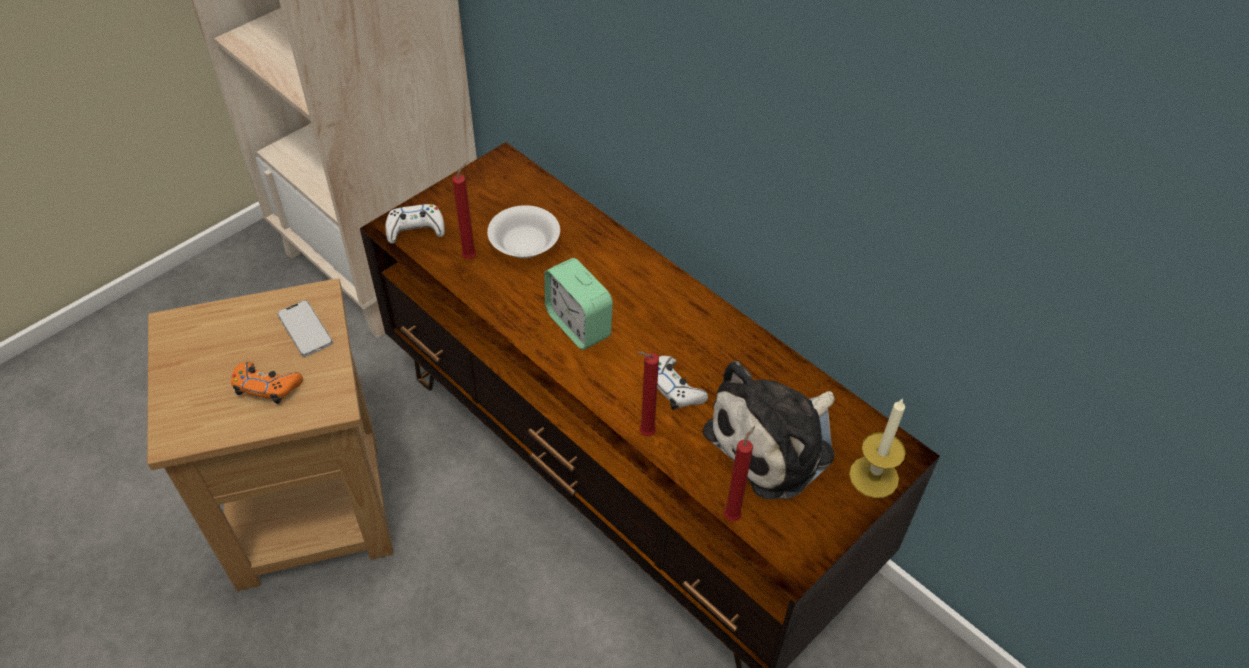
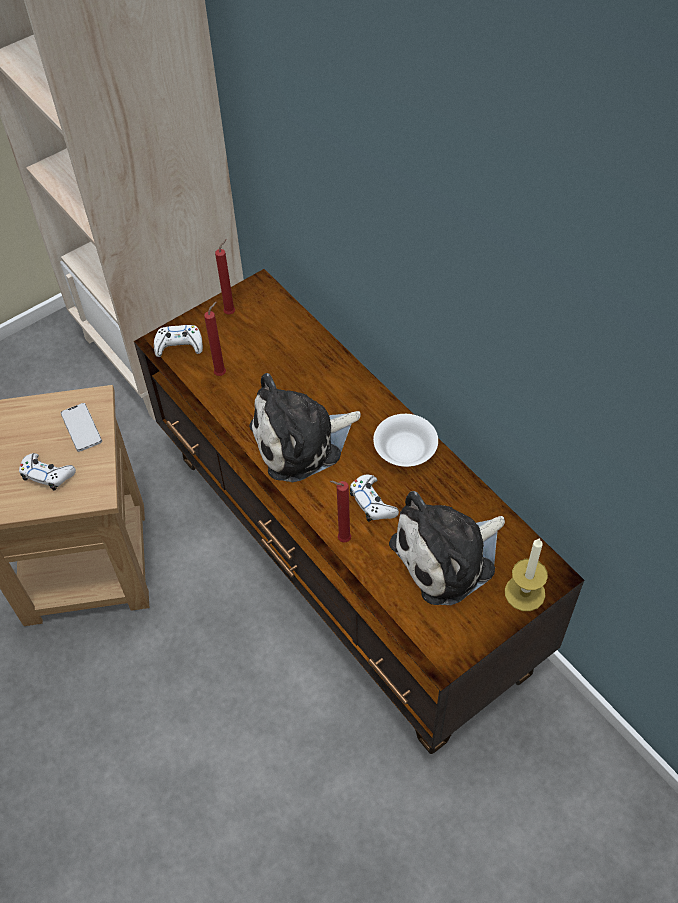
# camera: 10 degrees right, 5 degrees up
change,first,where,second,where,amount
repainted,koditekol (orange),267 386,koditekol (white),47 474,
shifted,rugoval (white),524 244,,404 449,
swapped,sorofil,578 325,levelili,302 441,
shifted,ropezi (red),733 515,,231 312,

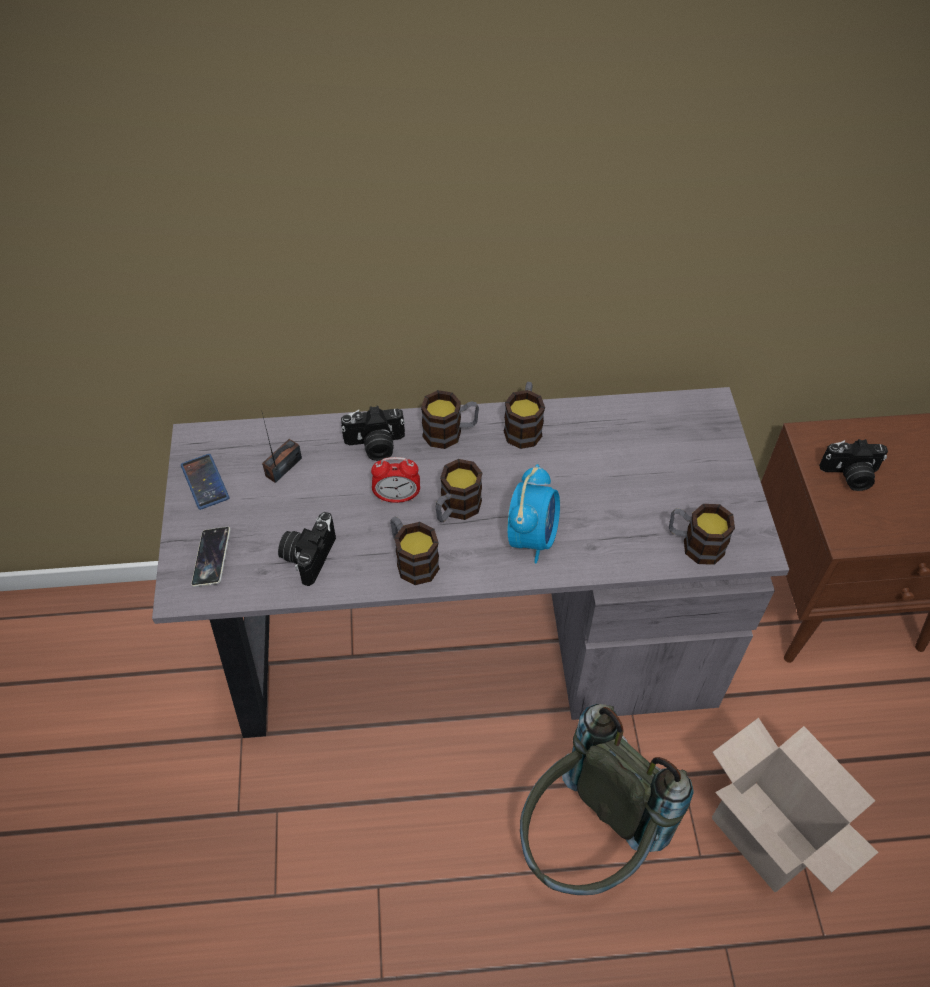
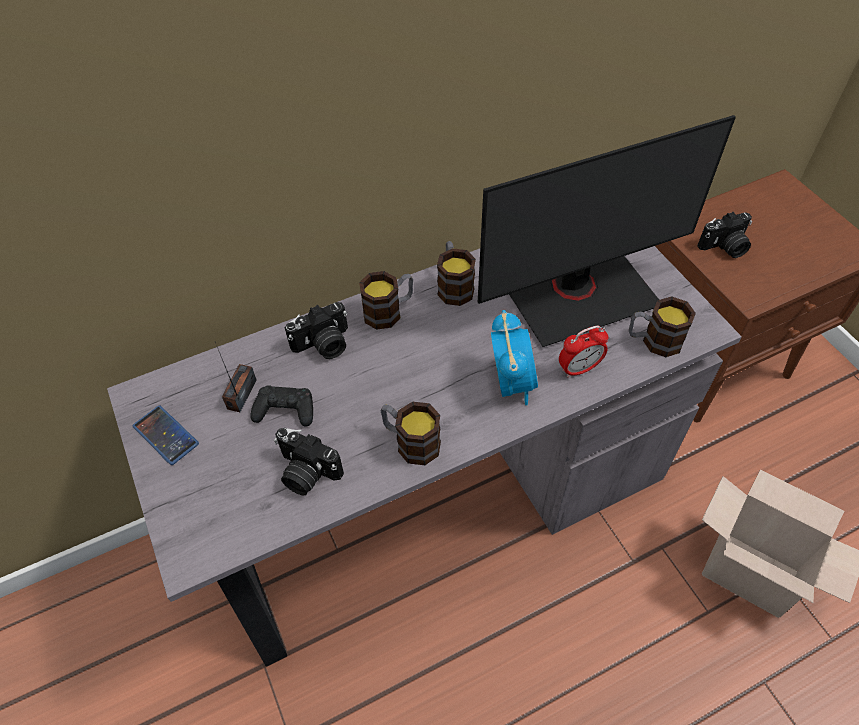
# camera: 20 degrees left, 0 degrees up
change,first,where,second,where,amount
gone,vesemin,212 559,,,
rotated,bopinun,308 555,,306 473,60 degrees counterclockwise
shifted,sorofil,397 497,,579 368,
gone,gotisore,456 509,,,
gone,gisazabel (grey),585 843,,,
new,,,koditekol (black),285 410,
new,,,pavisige,578 294,

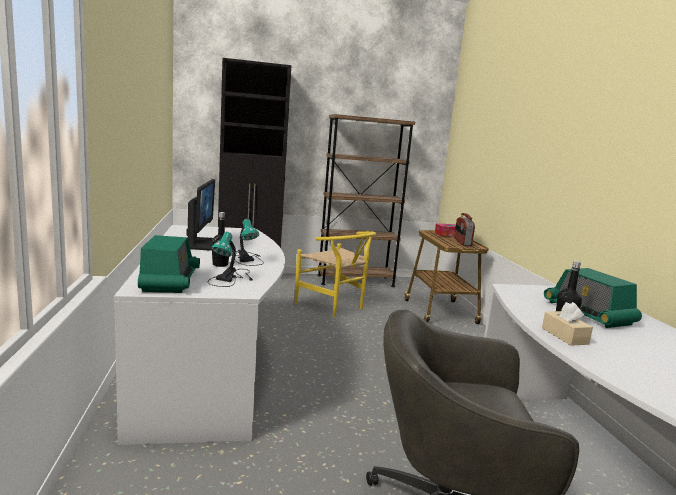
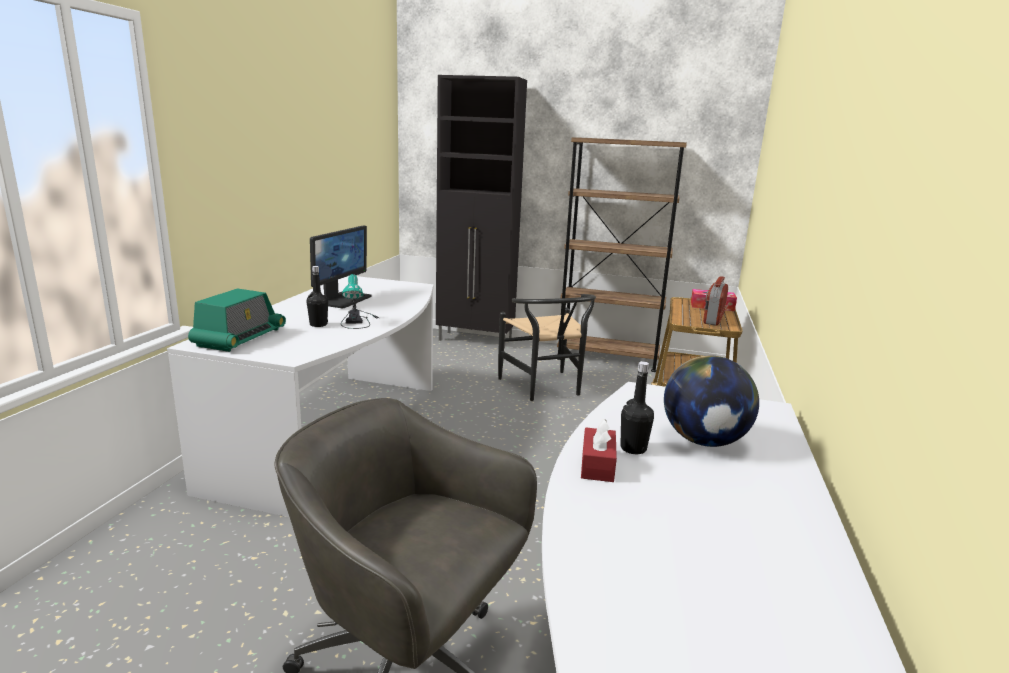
# camera: 25 degrees right, 5 degrees up
change,first,where,second,where,amount
gone,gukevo,231 278,,,
repainted,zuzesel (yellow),335 307,zuzesel (black),545 388,
repainted,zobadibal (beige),564 336,zobadibal (red),597 465,
swapped,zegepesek,588 313,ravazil,704 441,

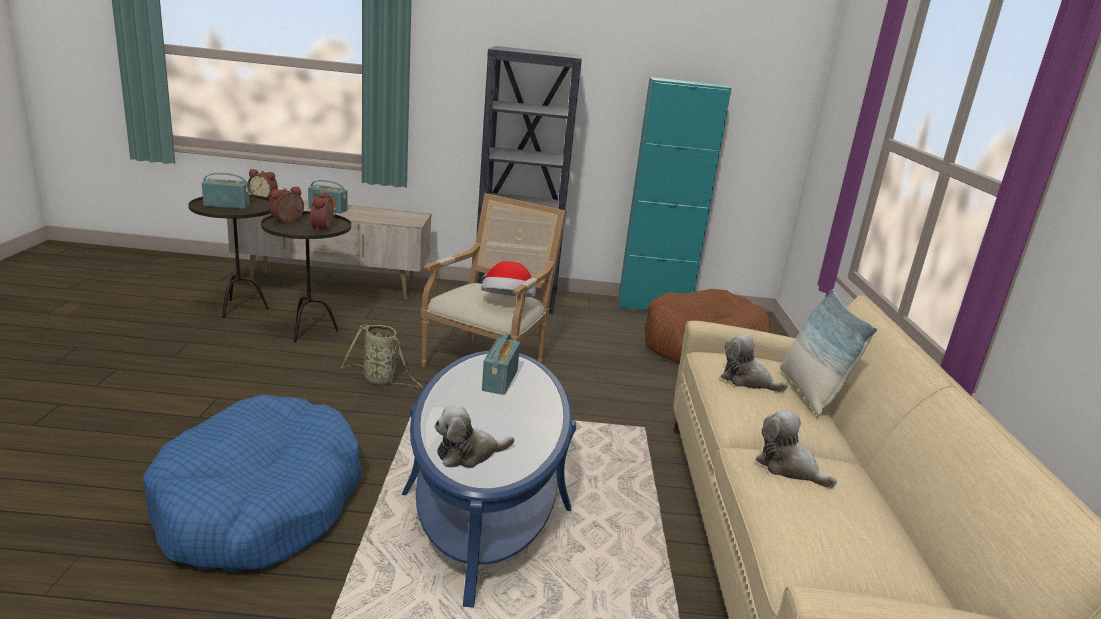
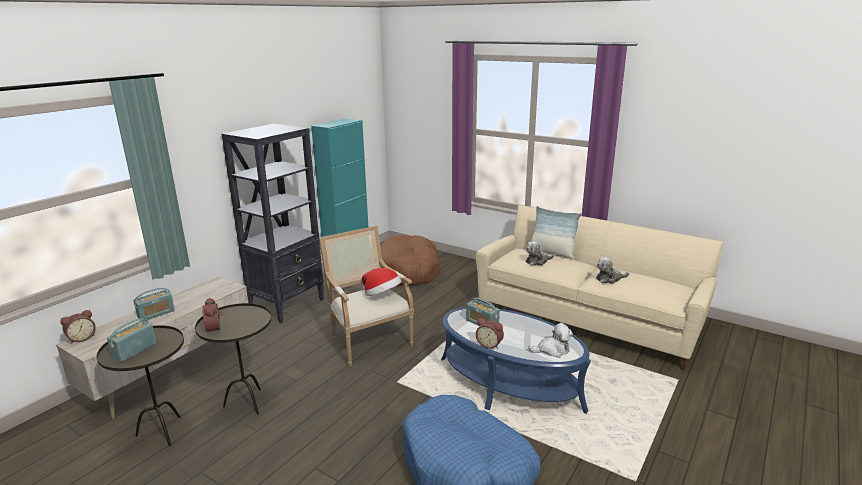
# camera: 55 degrees left, 0 degrees up
change,first,where,second,where,amount
shifted,sorofil,324 228,,490 344,
gone,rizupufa,381 380,,,
rotated,levelili,468 454,,552 350,105 degrees counterclockwise

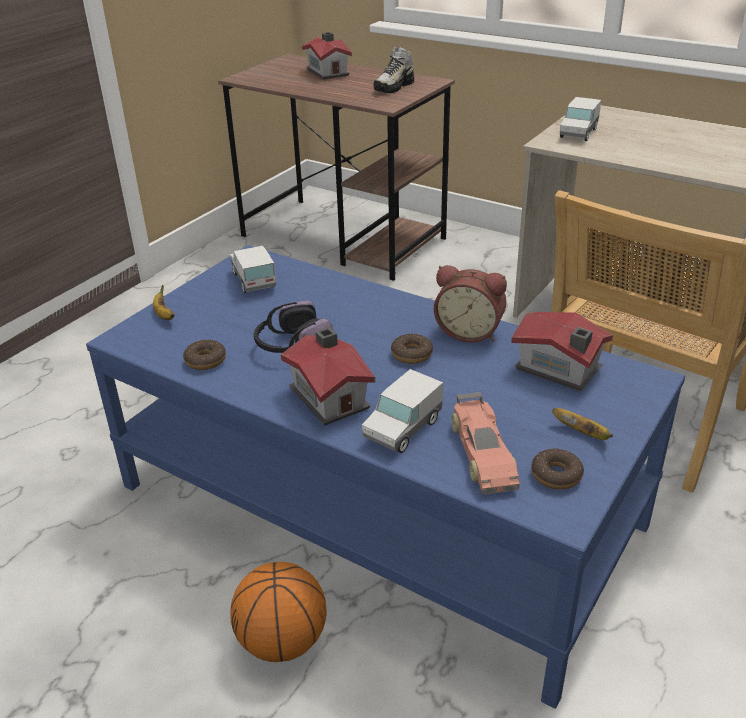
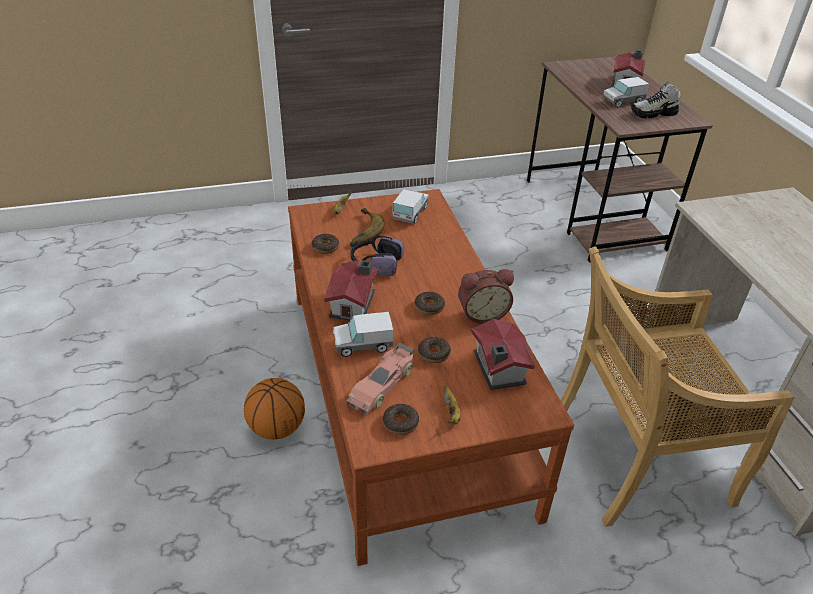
# camera: 40 degrees right, 5 degrees up
change,first,where,second,where,amount
repainted,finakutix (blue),378 506,finakutix (brown),403 395,
rotated,sorofil,469 332,,482 314,75 degrees counterclockwise
shifted,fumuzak,578 133,,623 101,
new,,,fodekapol,361 231,
new,,,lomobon,434 353,

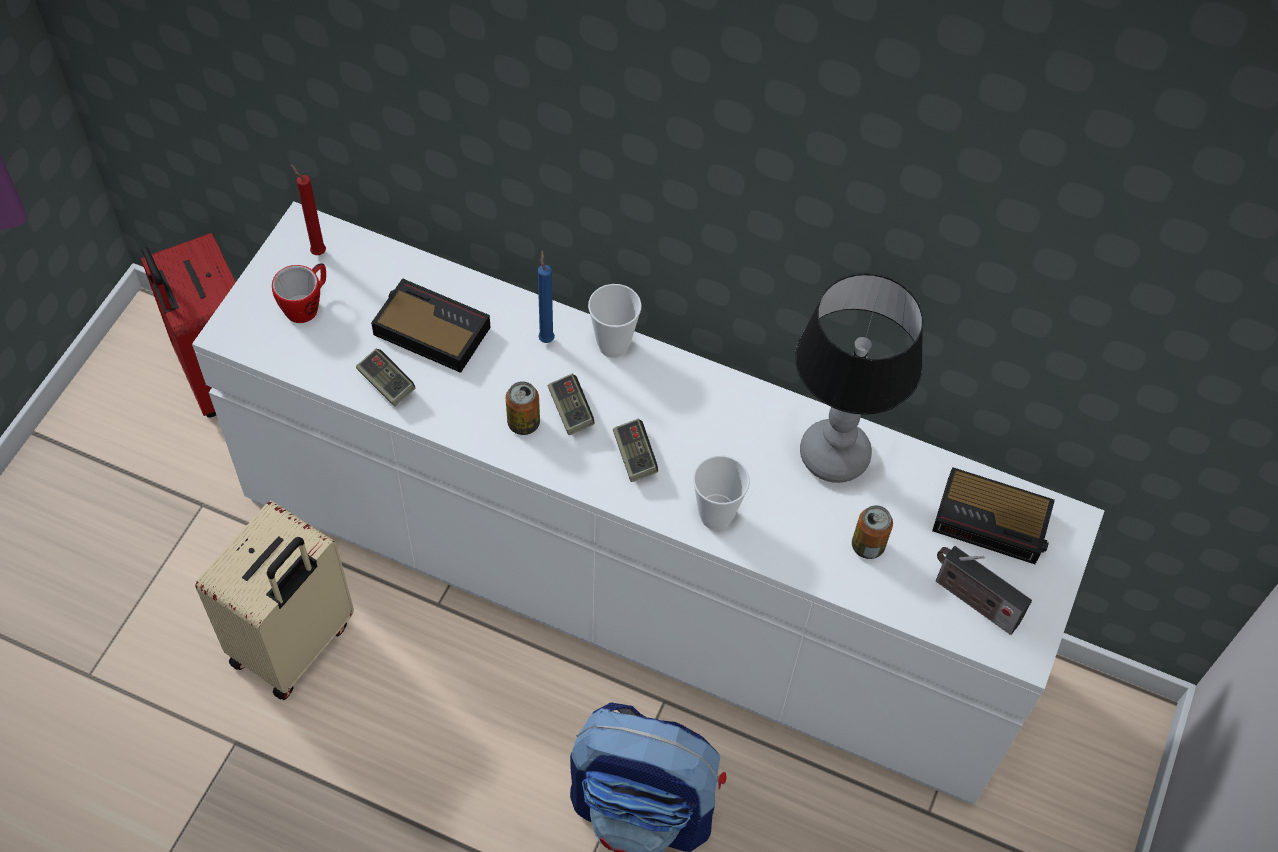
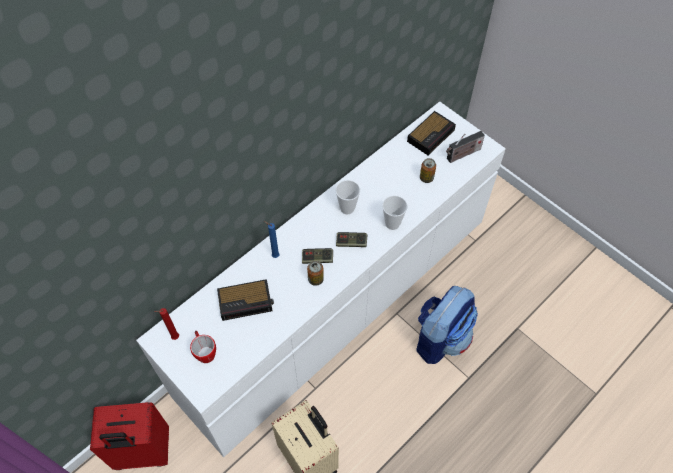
# camera: 65 degrees left, 0 degrees up
change,first,where,second,where,amount
gone,koditekol,386 384,,,
rotated,sorofil,429 330,,246 302,150 degrees counterclockwise
shifted,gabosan,613 345,,347 208,
gone,gukevo,833 456,,,

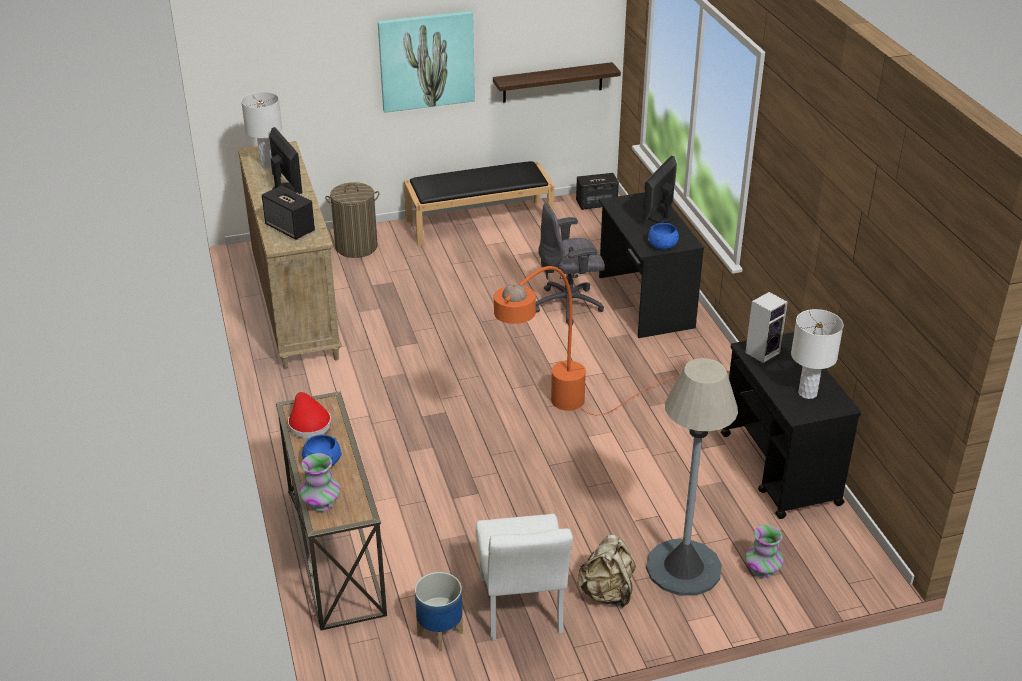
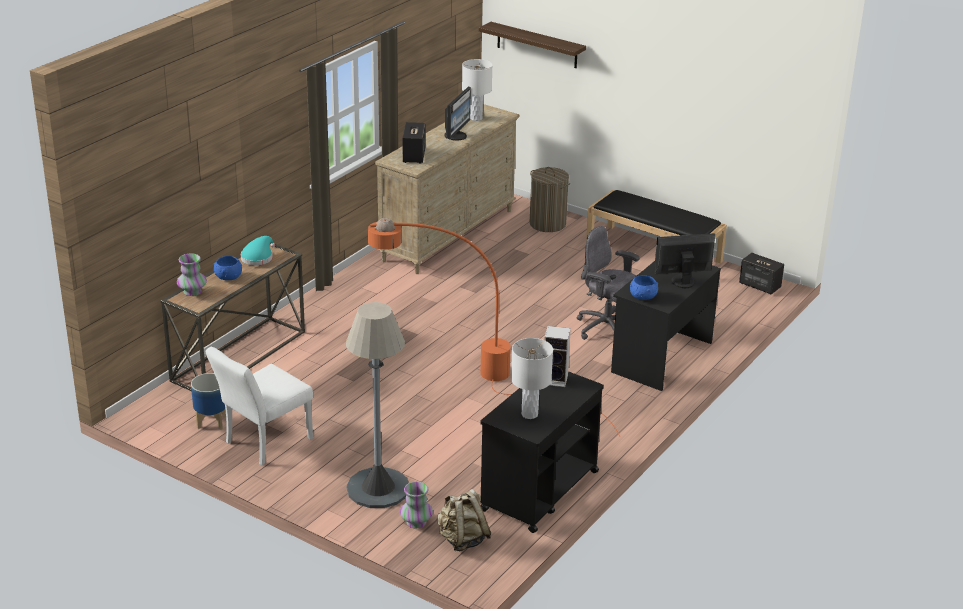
# camera: 50 degrees right, 5 degrees down
change,first,where,second,where,amount
repainted,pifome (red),308 423,pifome (turquoise),258 257,
gone,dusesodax,426 60,,,
shifted,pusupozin,553 82,,537 45,
shifted,gisazabel (beige),607 593,,462 540,

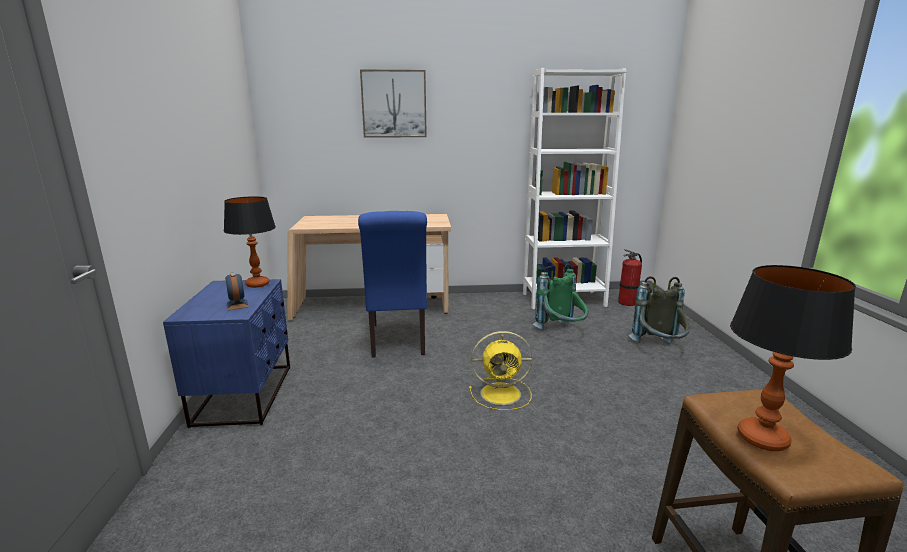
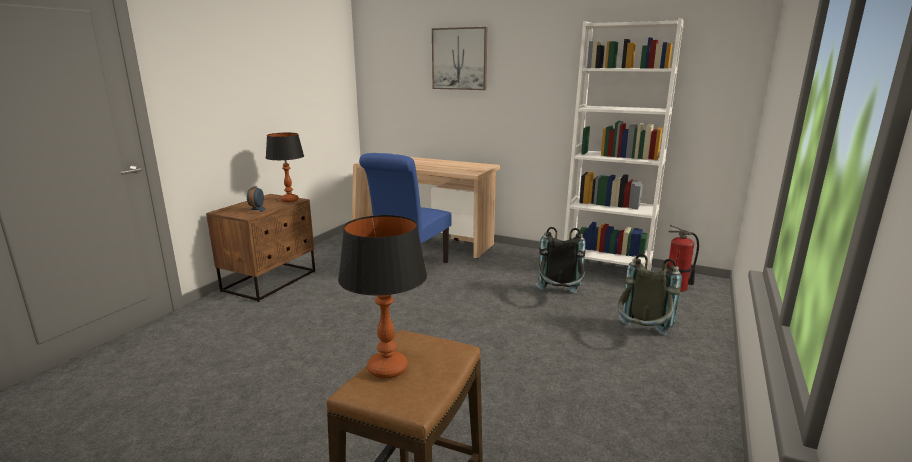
# camera: 30 degrees right, 0 degrees up
change,first,where,second,where,amount
repainted,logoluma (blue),245 394,logoluma (brown),271 281,
gone,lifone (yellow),502 393,,,
repainted,gisazabel (green),561 332,gisazabel (black),559 297,

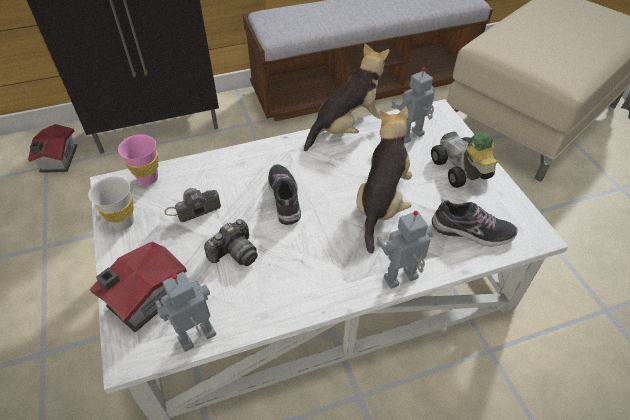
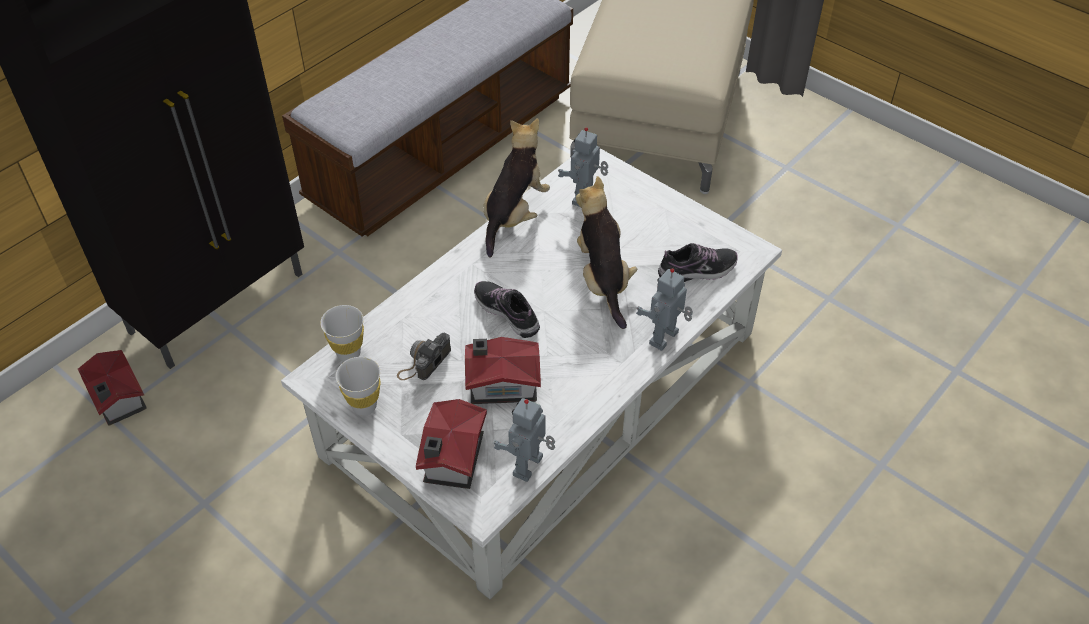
# camera: 30 degrees left, 0 degrees up
change,first,where,second,where,amount
repainted,gabosan (pink),148 178,gabosan (white),349 354,
swapped,bopinun,234 253,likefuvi,501 384,
gone,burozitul,460 172,,,

